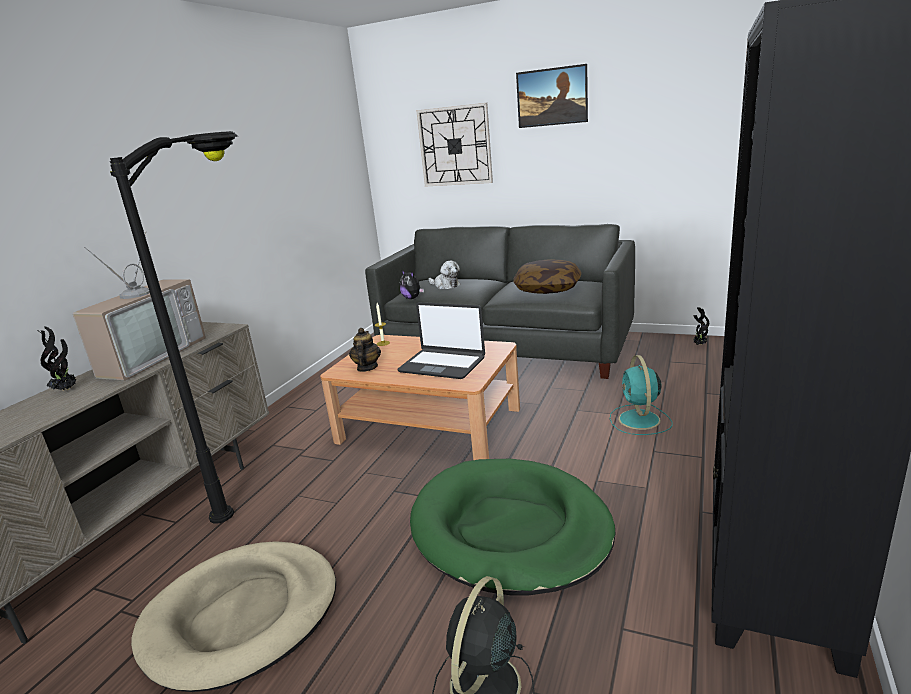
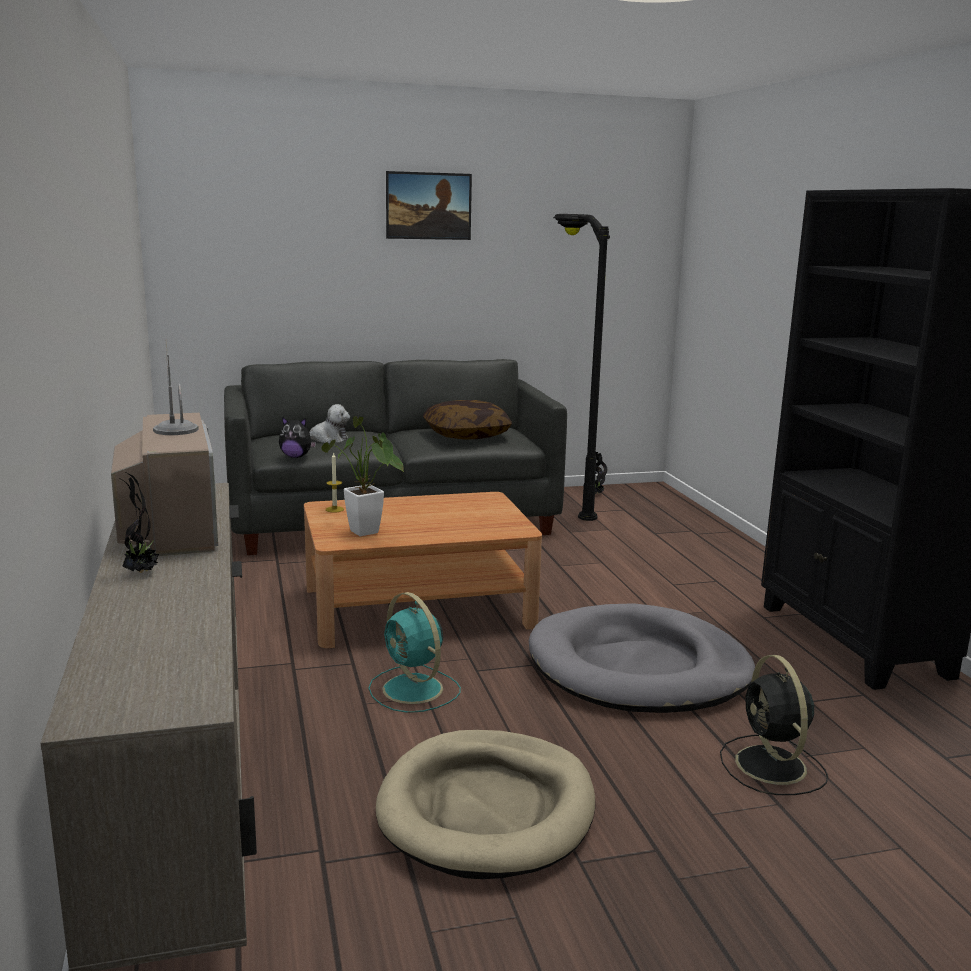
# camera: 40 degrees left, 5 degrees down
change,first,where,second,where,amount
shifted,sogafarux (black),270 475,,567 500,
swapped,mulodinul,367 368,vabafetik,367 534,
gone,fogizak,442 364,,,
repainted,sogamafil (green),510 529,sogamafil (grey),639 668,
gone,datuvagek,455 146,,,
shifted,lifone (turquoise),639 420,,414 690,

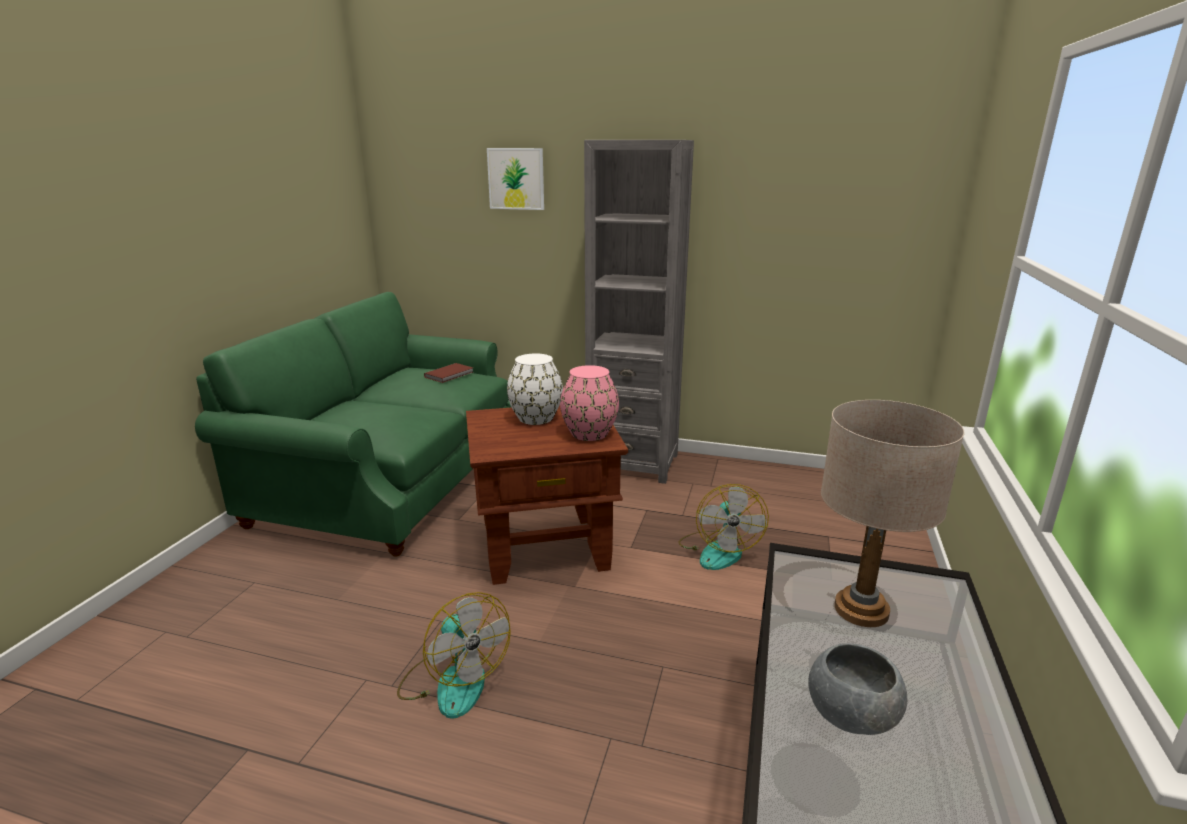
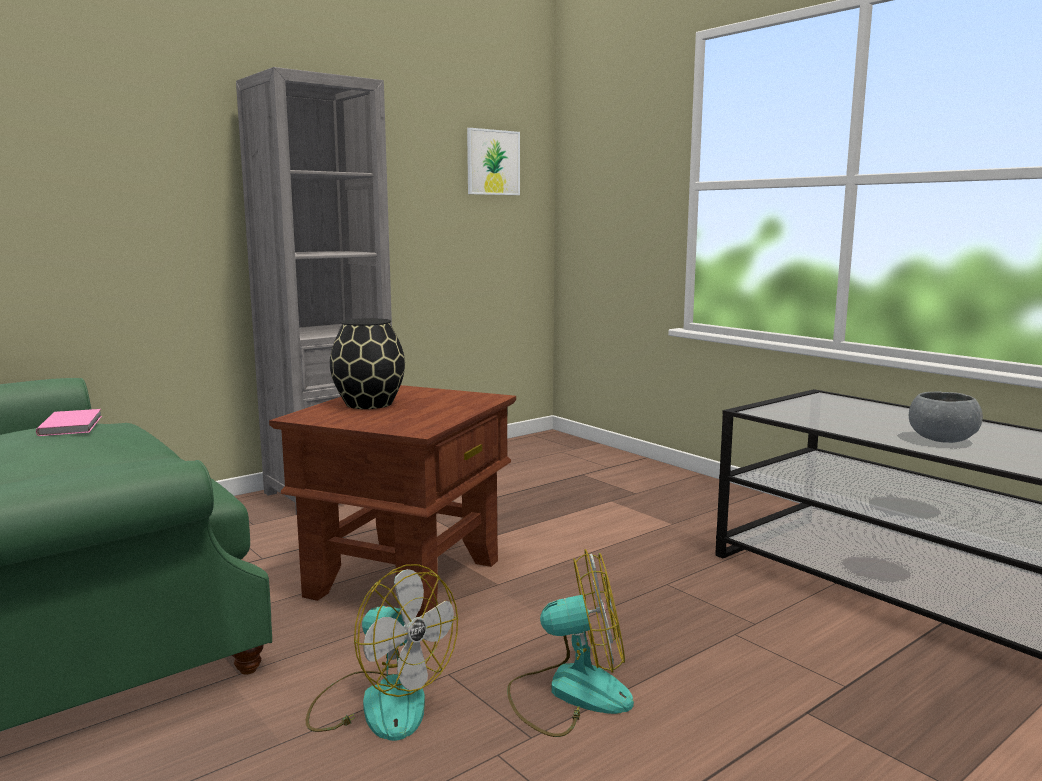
# camera: 55 degrees left, 10 degrees down
change,first,where,second,where,amount
repainted,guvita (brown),450 374,guvita (pink),73 425,
shifted,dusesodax,516 179,,493 162,
repainted,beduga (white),535 418,beduga (black),369 404,
gone,beduga (pink),590 434,,,
shifted,lifone,718 550,,380 703,
gone,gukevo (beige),861 610,,,

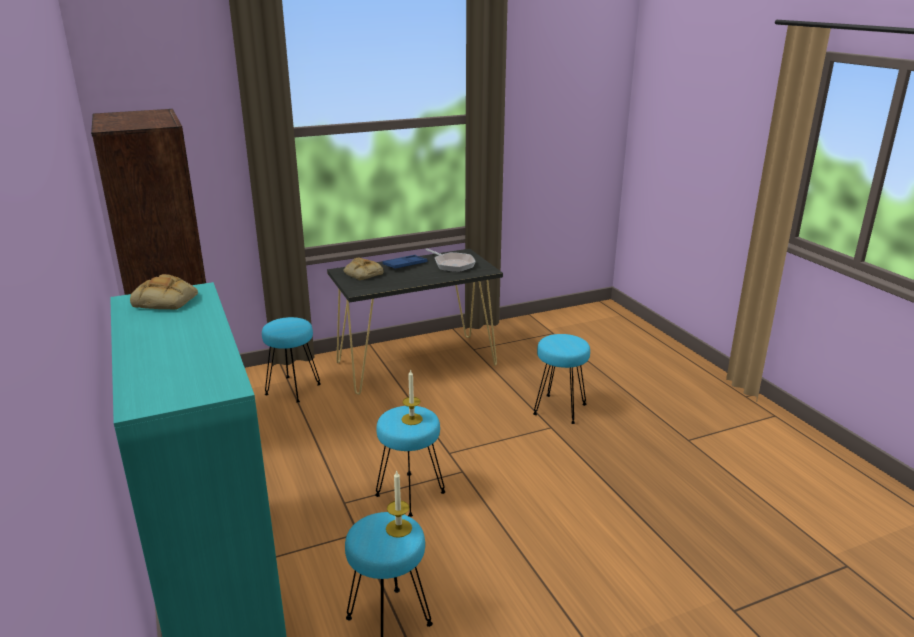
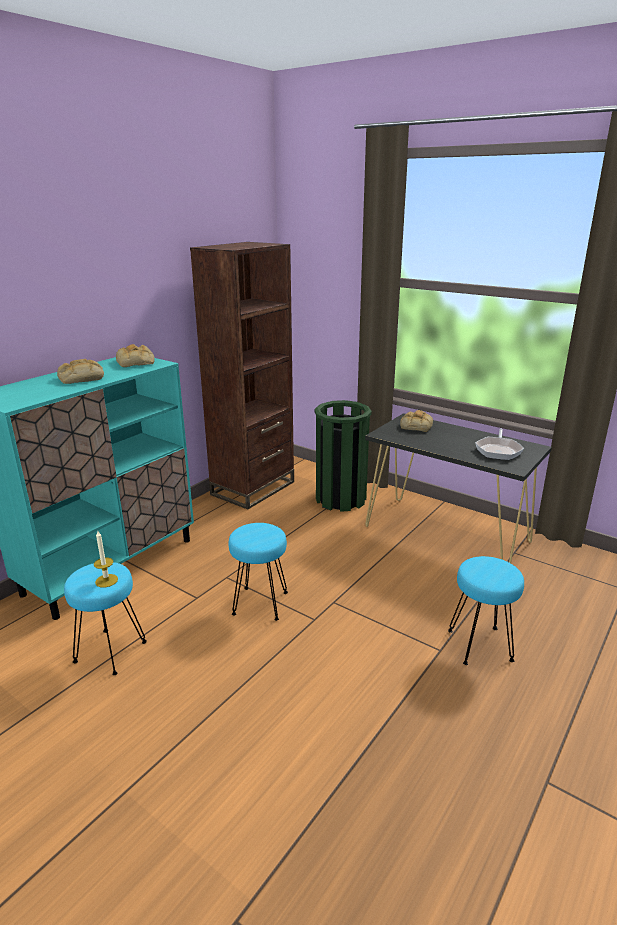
# camera: 60 degrees right, 0 degrees up
change,first,where,second,where,amount
swapped,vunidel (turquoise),293 389,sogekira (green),341 499,
gone,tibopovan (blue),405 265,,,
gone,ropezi,412 419,,,
new,,,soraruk,81 378,

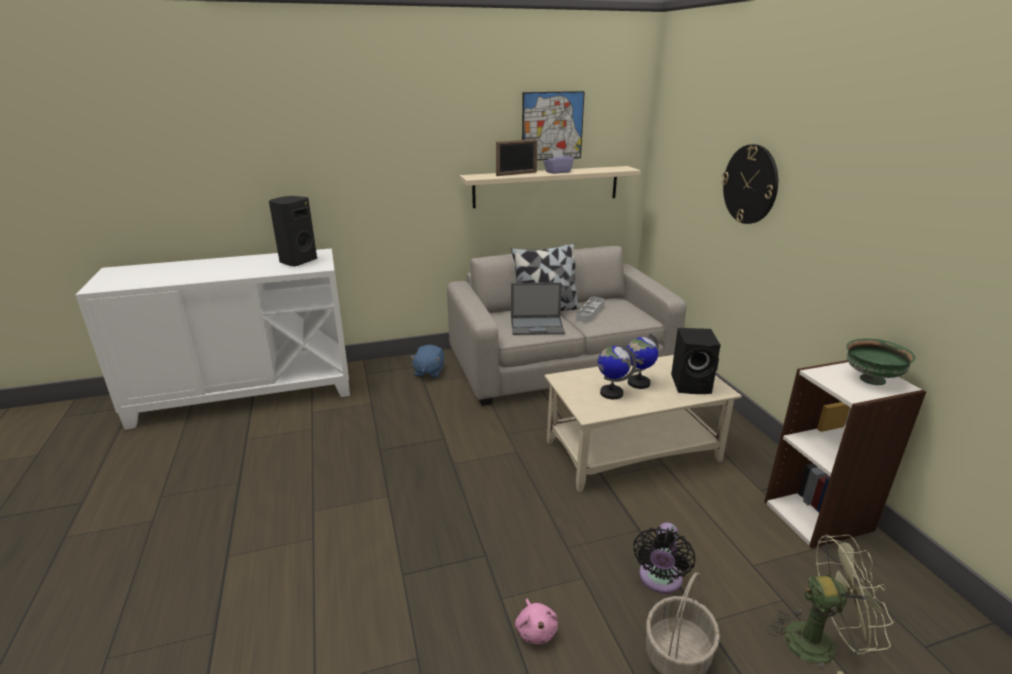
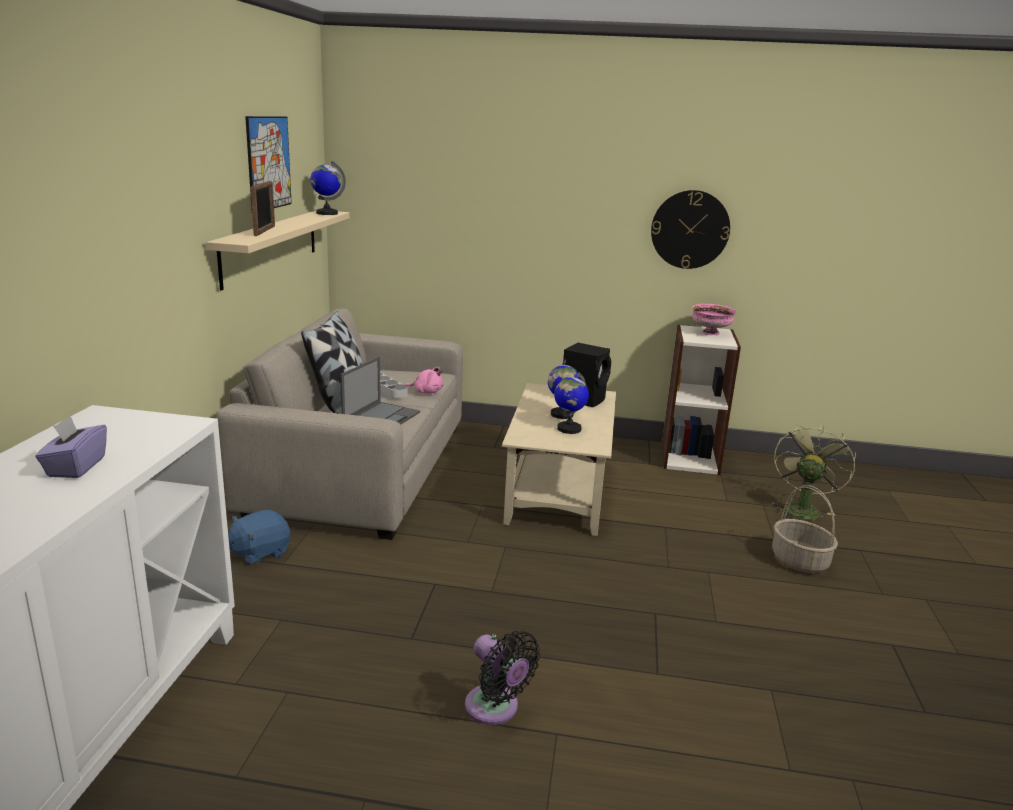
# camera: 65 degrees left, 5 degrees down
change,first,where,second,where,amount
gone,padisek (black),297 261,,,
rotated,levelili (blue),429 372,,259 552,105 degrees clockwise
shifted,levelili (pink),536 630,,426 392,
shifted,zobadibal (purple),557 172,,76 467,
shifted,lifone (black),659 580,,495 709,
shifted,datuvagek,750 184,,690 229,
repainted,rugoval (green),871 380,rugoval (pink),711 333,
new,,,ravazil,326 213,

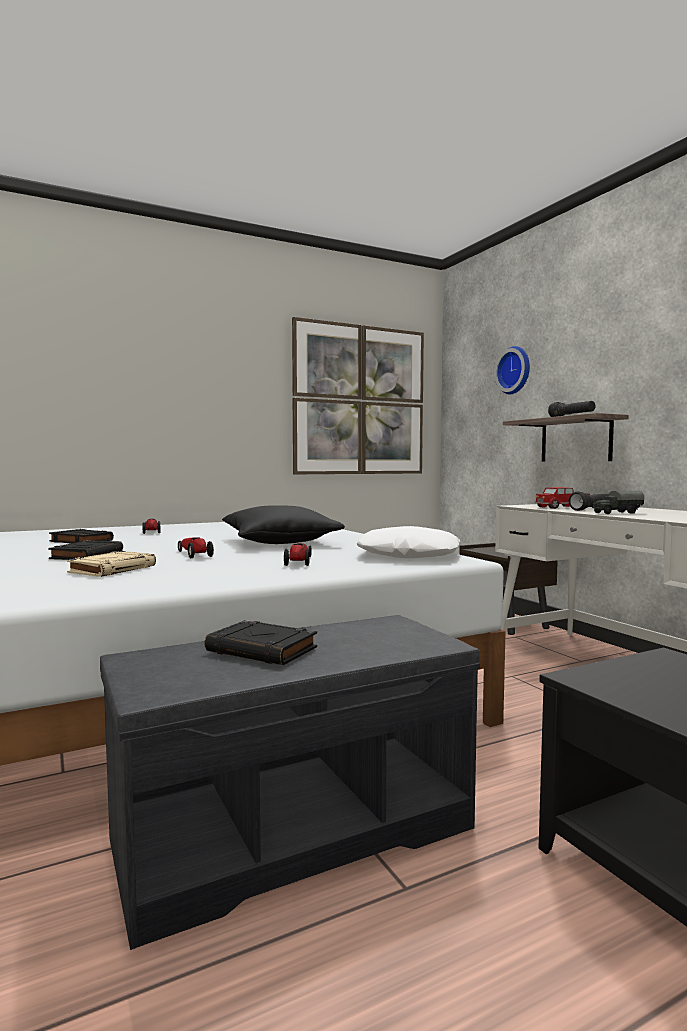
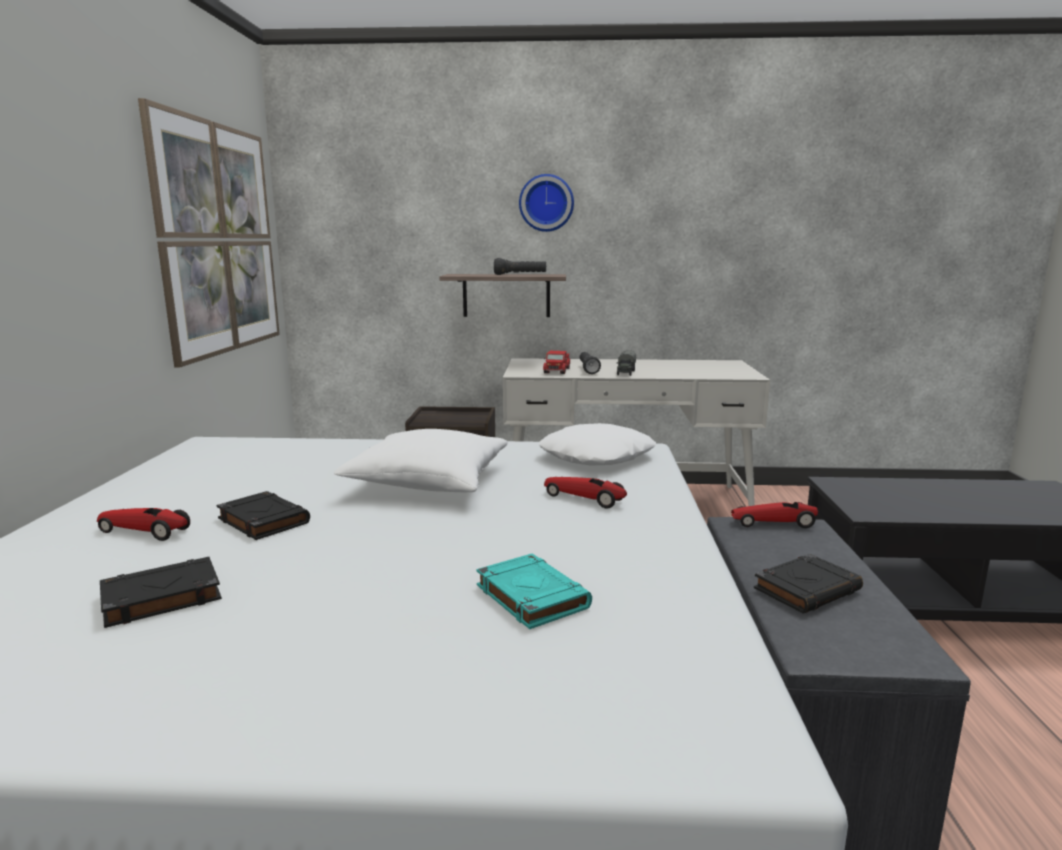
# camera: 60 degrees left, 10 degrees up
change,first,where,second,where,amount
shifted,guvita (black),87 555,,262 521,
repainted,guvita (beige),113 569,guvita (turquoise),530 596,
shifted,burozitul,194 554,,773 523,
repainted,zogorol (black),280 542,zogorol (white),428 482,
shifted,datuvagek,515 370,,546 203,

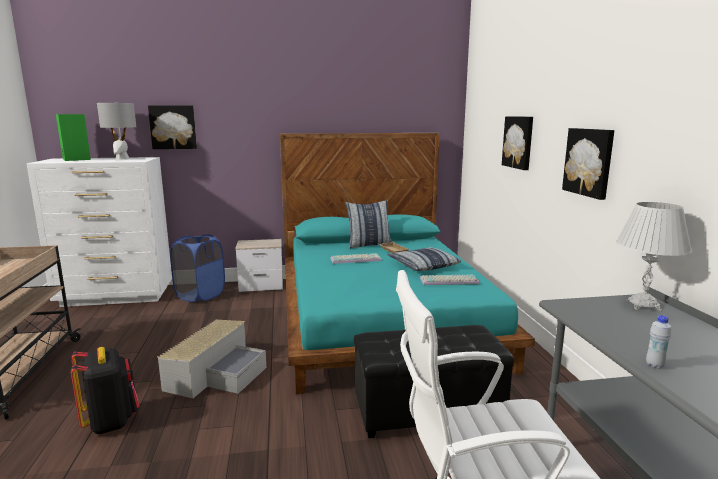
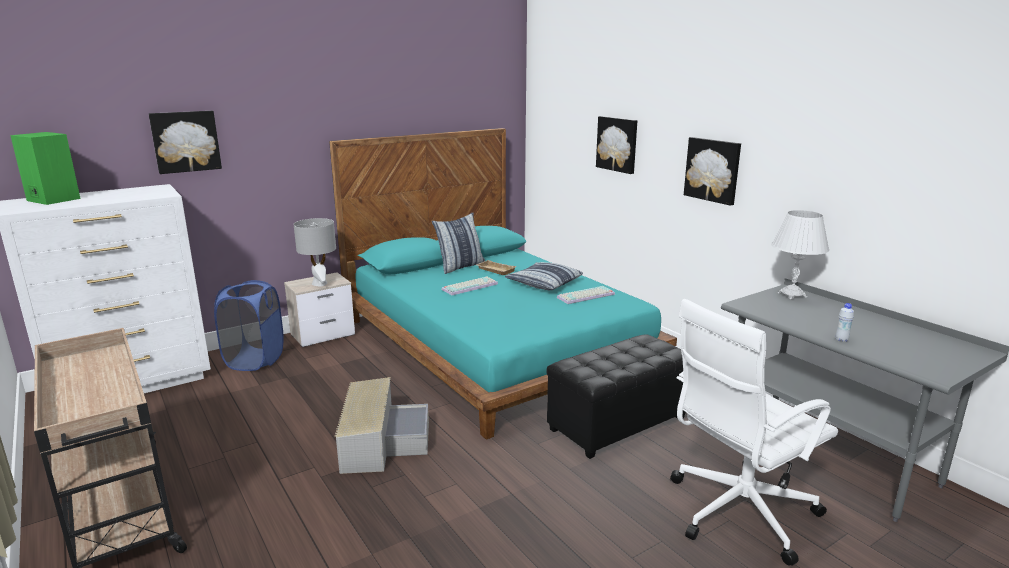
# camera: 25 degrees left, 5 degrees up
change,first,where,second,where,amount
gone,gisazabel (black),111 421,,,
shifted,gukevo (grey),122 159,,319 284,

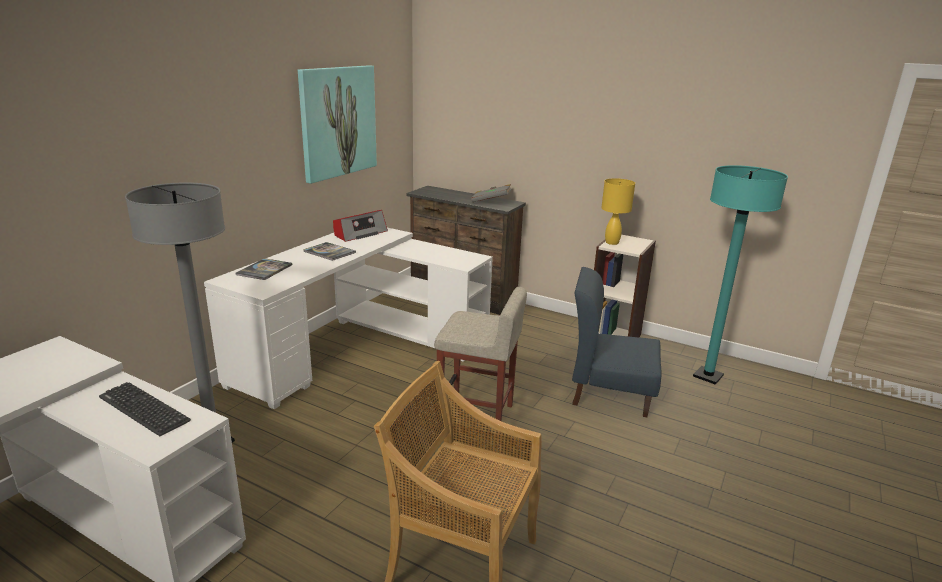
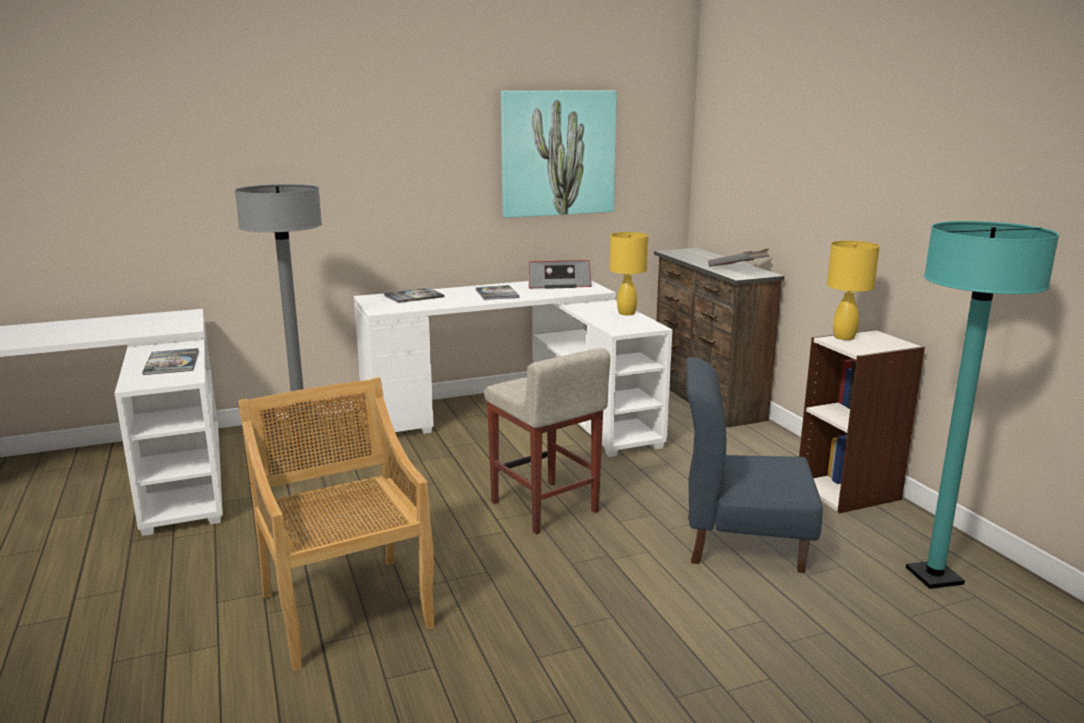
# camera: 40 degrees right, 5 degrees down
change,first,where,second,where,amount
swapped,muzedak,144 409,guvita,172 363,
rotated,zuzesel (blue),609 393,,741 542,45 degrees counterclockwise
new,,,gukevo (yellow),626 313,

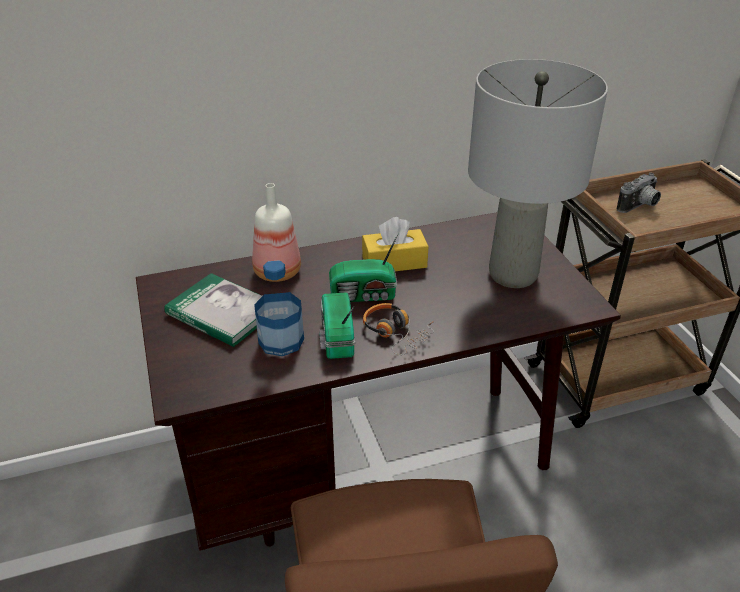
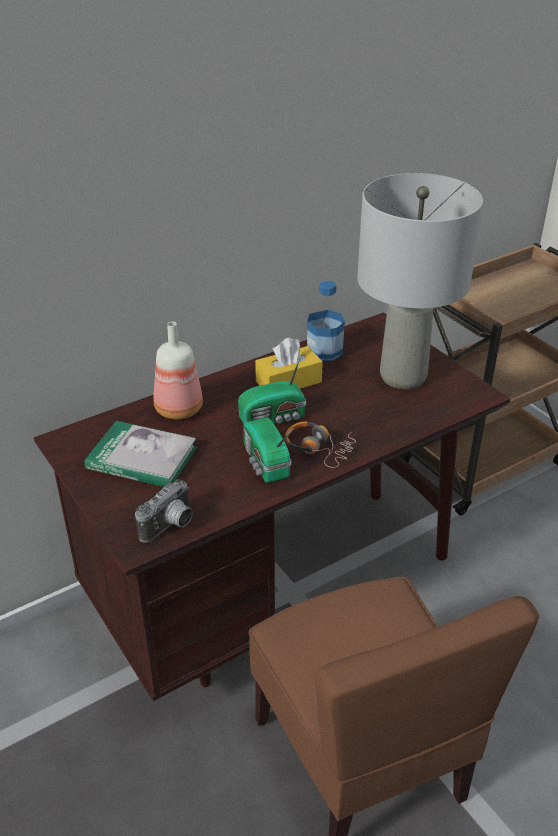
# camera: 15 degrees left, 0 degrees up
change,first,where,second,where,amount
shifted,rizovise,281 341,,324 351,
shifted,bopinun,639 207,,170 526,

